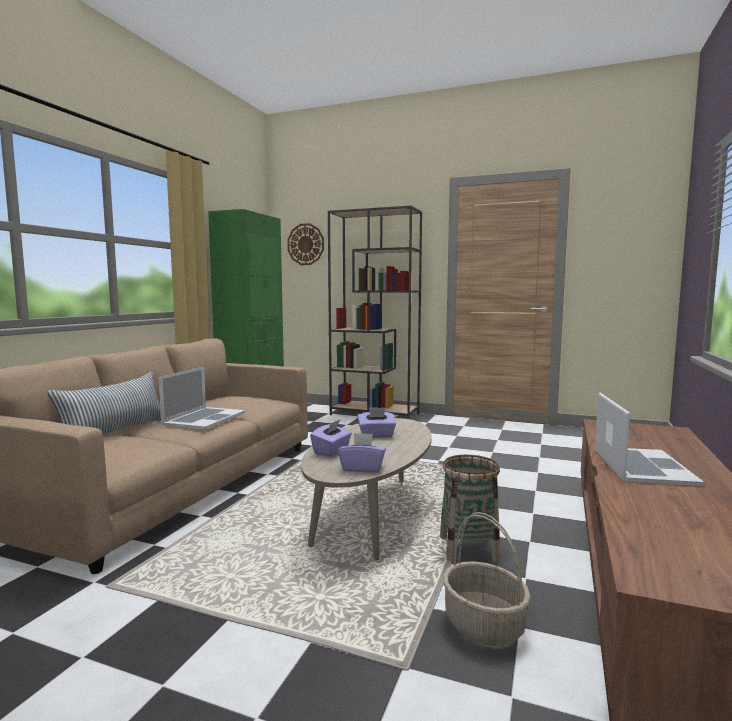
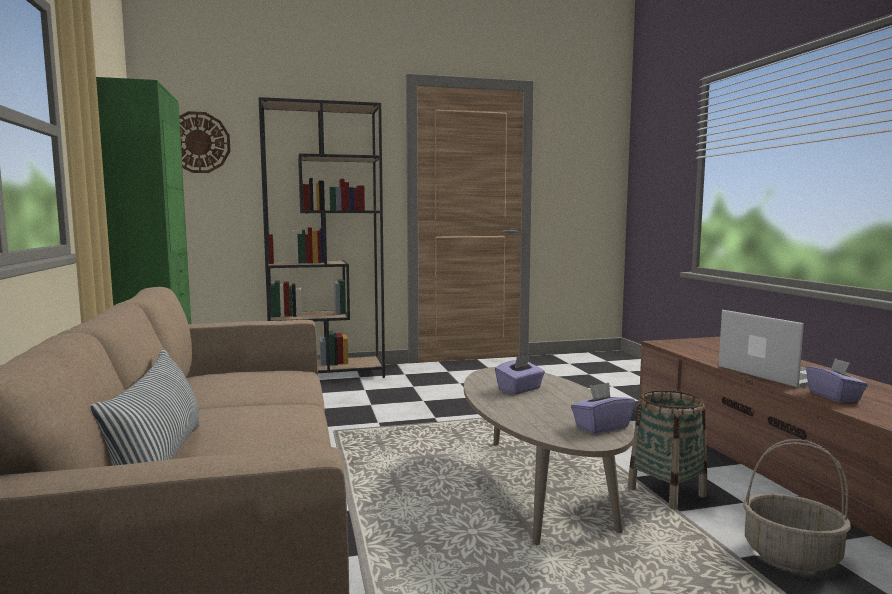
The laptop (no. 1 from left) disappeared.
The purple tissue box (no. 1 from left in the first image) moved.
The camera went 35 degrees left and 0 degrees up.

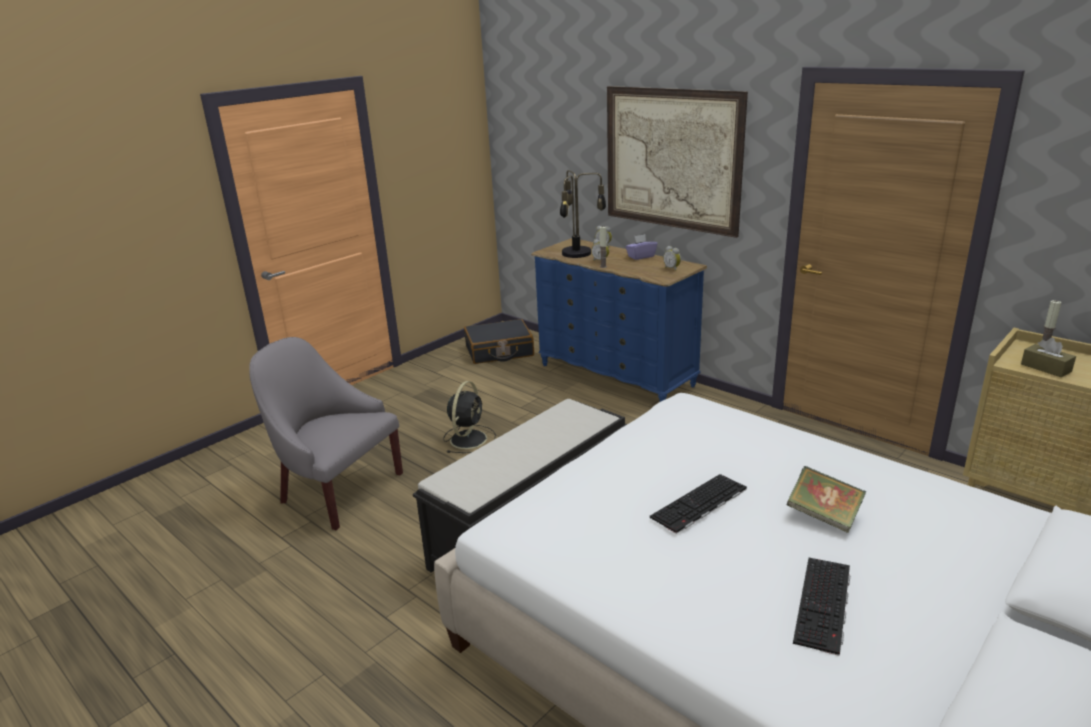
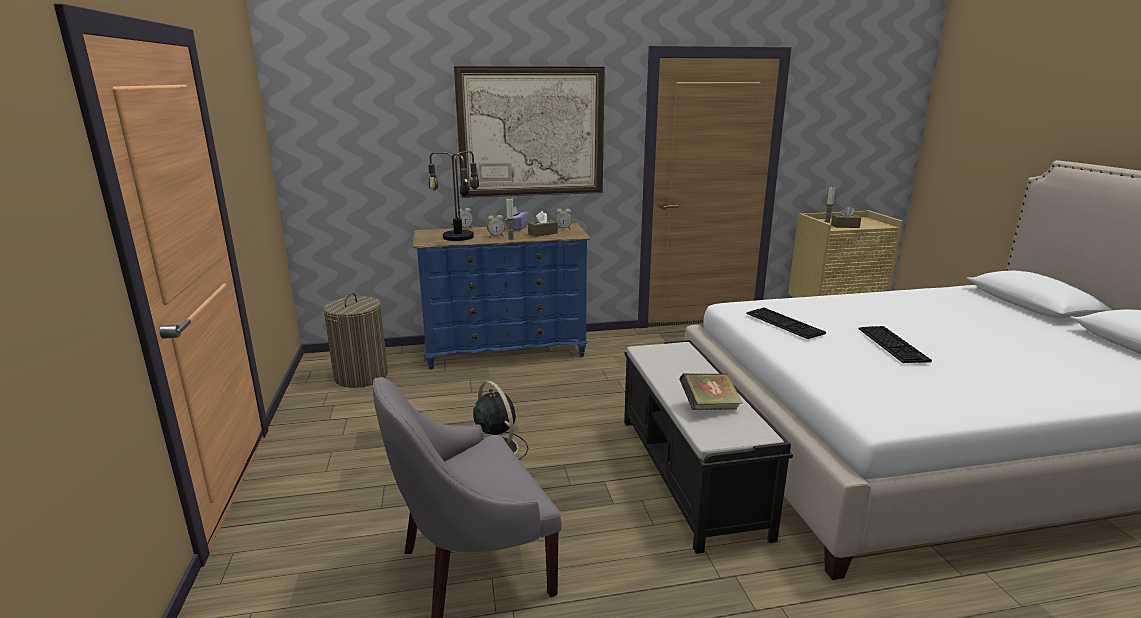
The black suitcase was replaced by the laundry basket.
The book moved.
The keyboard (no. 2 from left in the first image) moved.
The brown tissue box (no. 1 from left) appeared.
The camera went 55 degrees left and 5 degrees down.

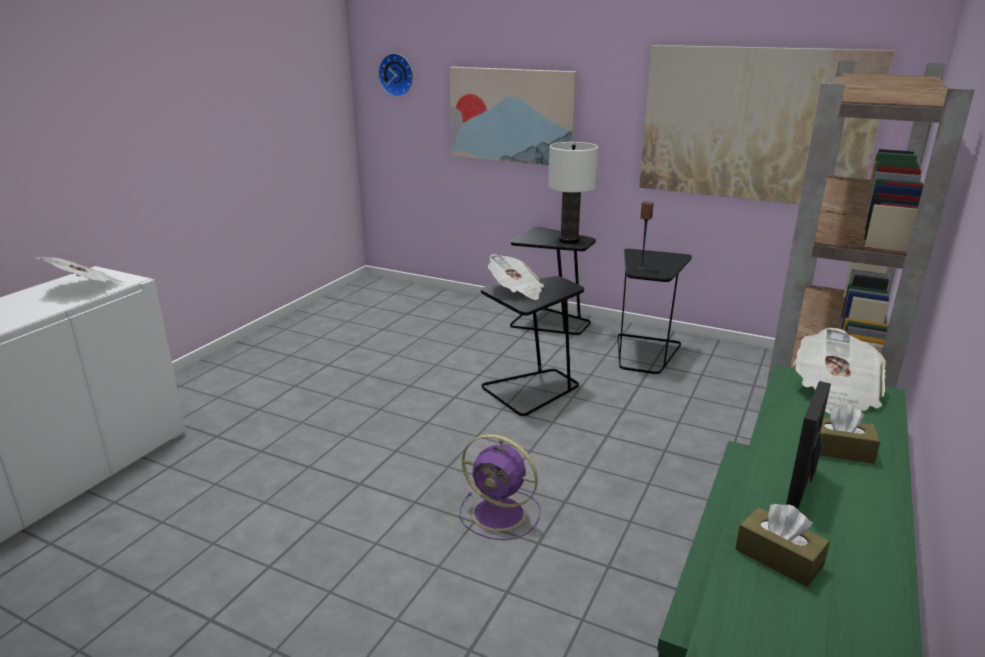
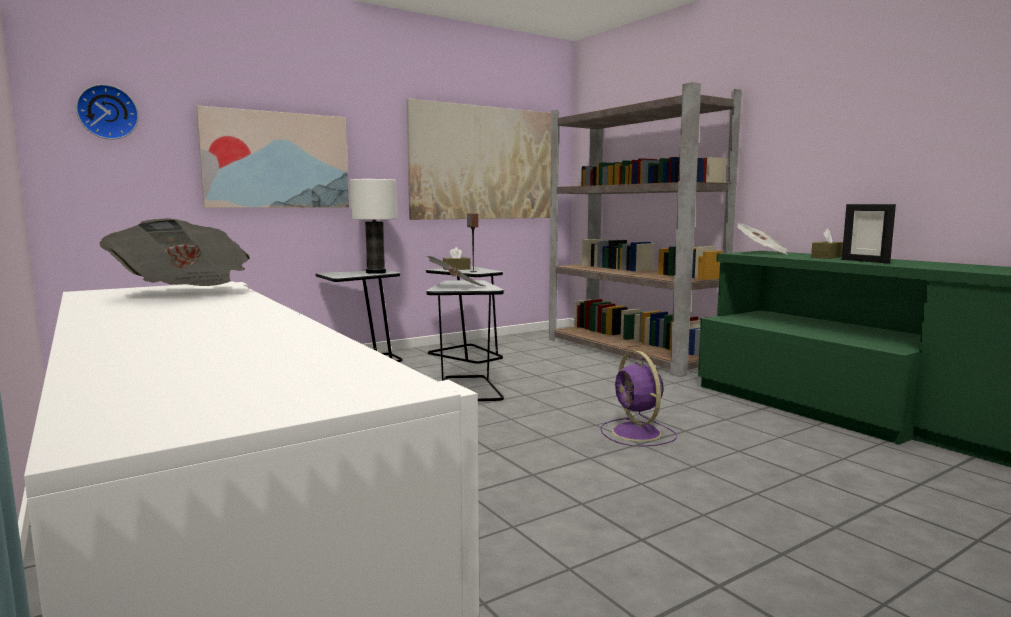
The purple fan turned 105 degrees clockwise.
The brown tissue box (no. 1 from left) moved.
The camera went 60 degrees left and 15 degrees down.

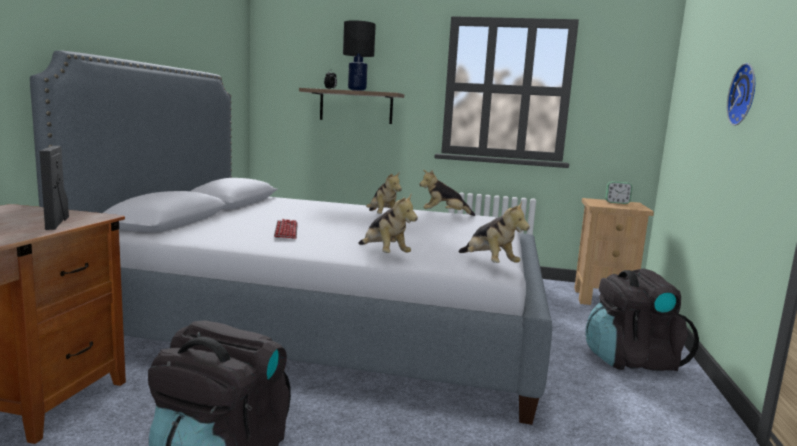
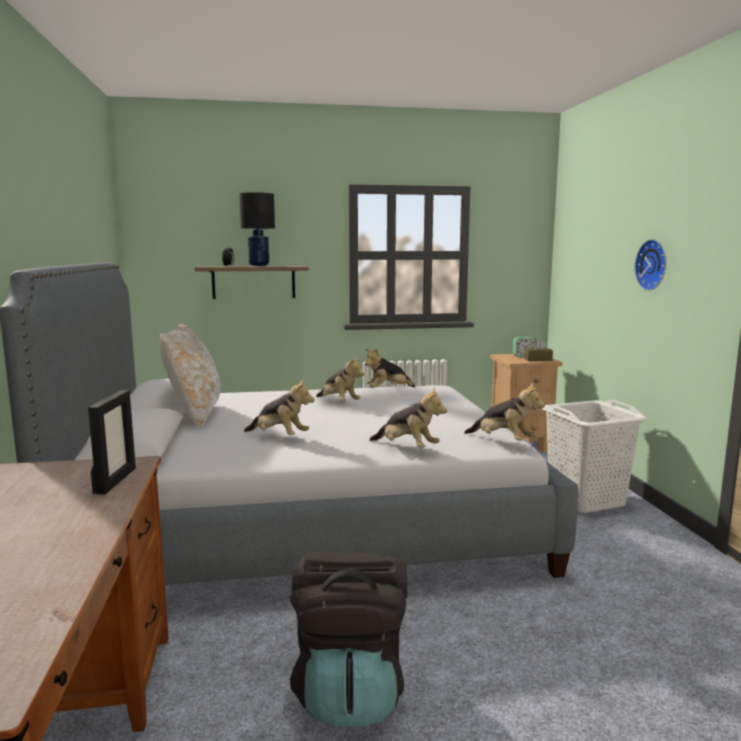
The picture frame turned 135 degrees counterclockwise.
The keyboard was replaced by the plush toy (no. 1 from left).
The black backpack (no. 2 from left) was replaced by the white laundry basket.
The white pillow appeared.
The brown tissue box appeared.
The camera went 20 degrees left and 0 degrees up.

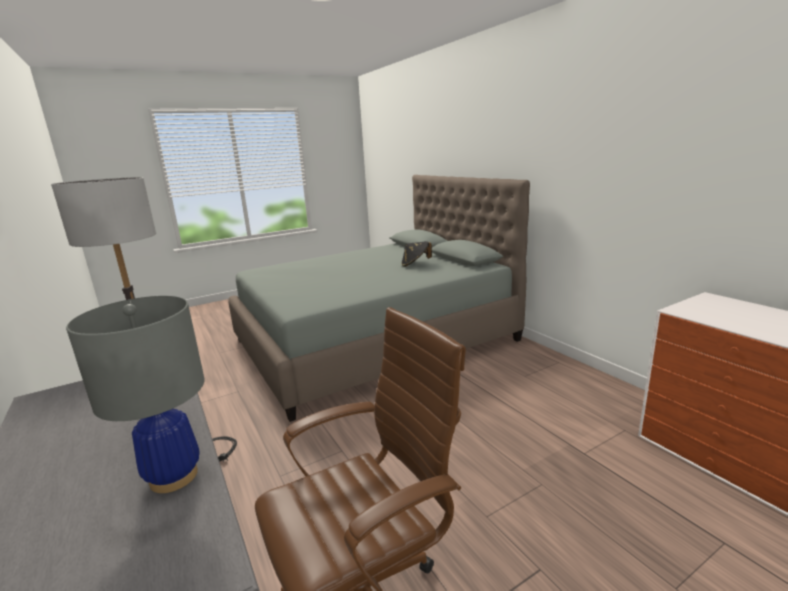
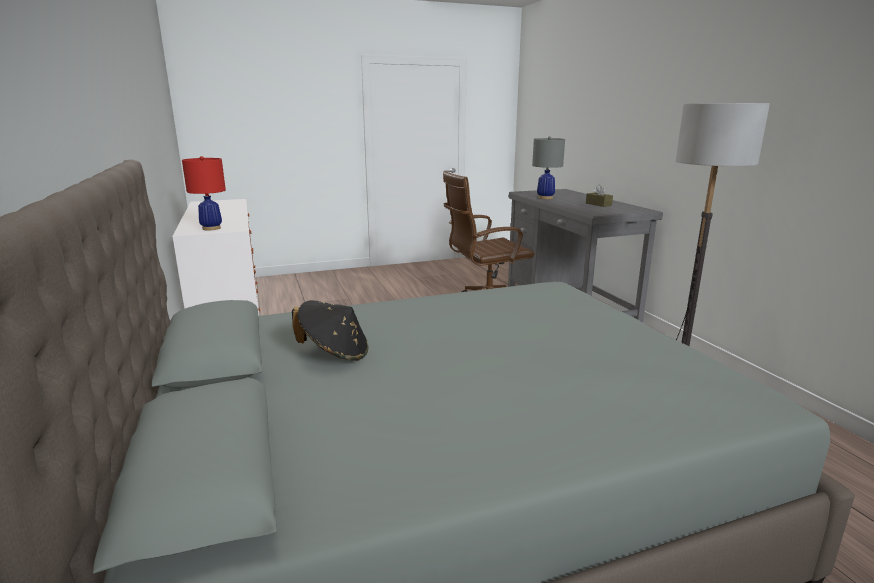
The red table lamp appeared.
The brown tissue box appeared.
The camera went 170 degrees left and 0 degrees up.

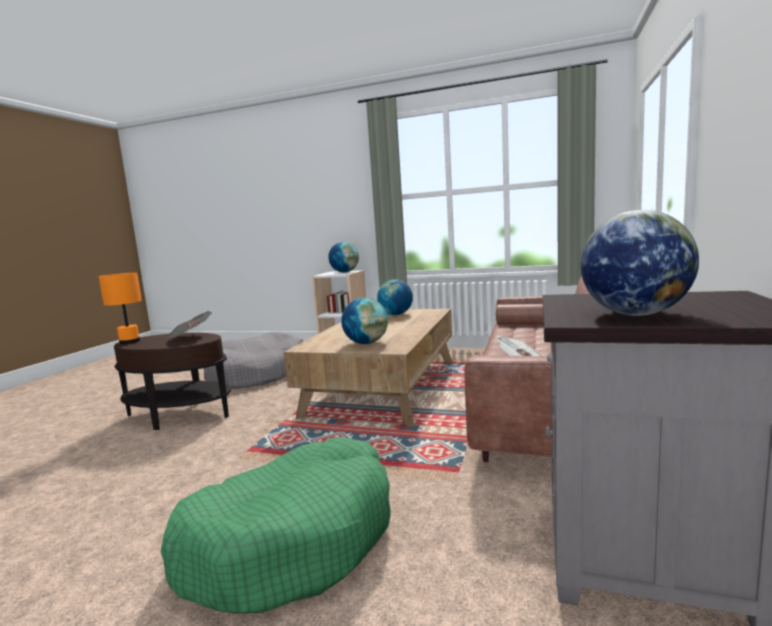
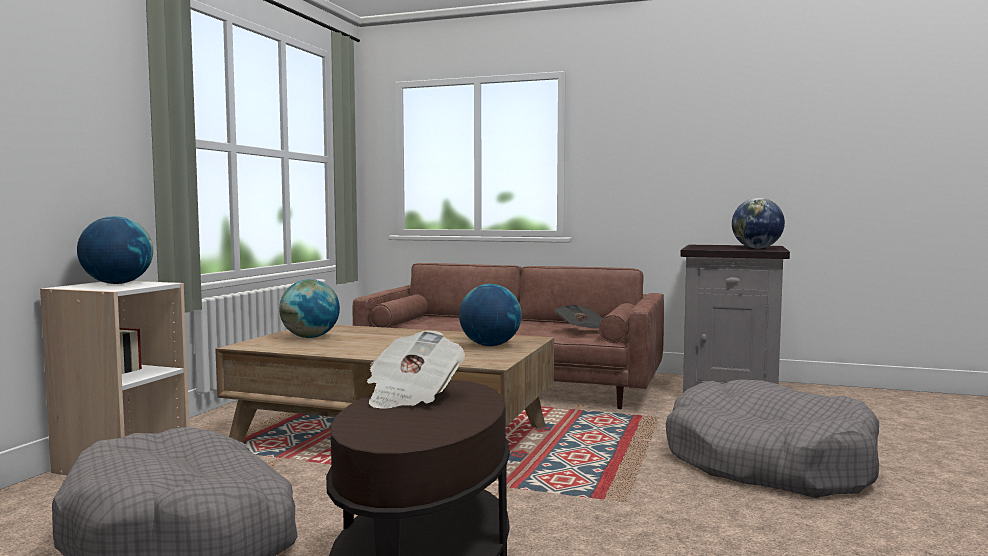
The orange table lamp disappeared.
The green dog bed became the grey dog bed (no. 2 from left).
The camera went 90 degrees left and 5 degrees down.

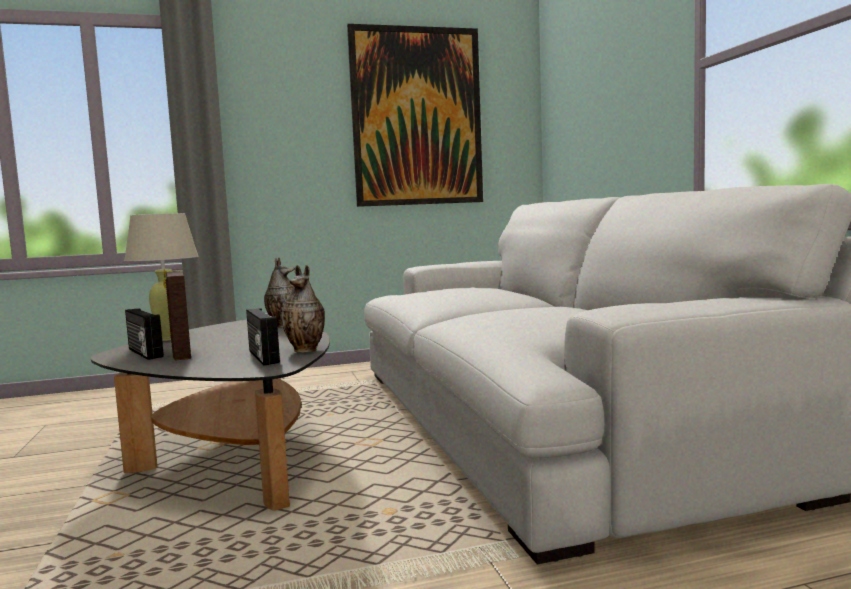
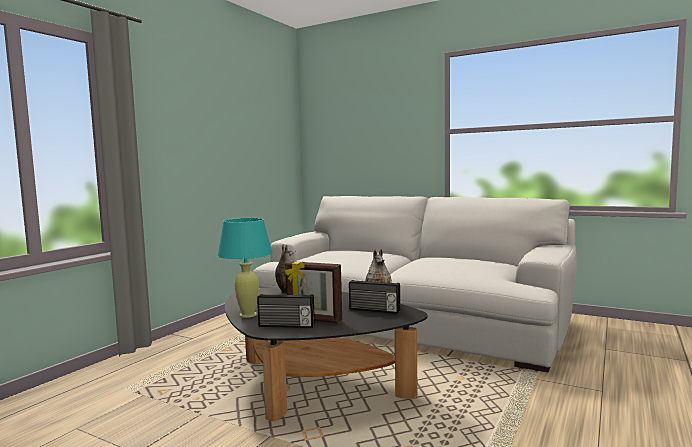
The beige table lamp became the turquoise table lamp.
The picture disappeared.
The camera went 45 degrees left and 0 degrees up.

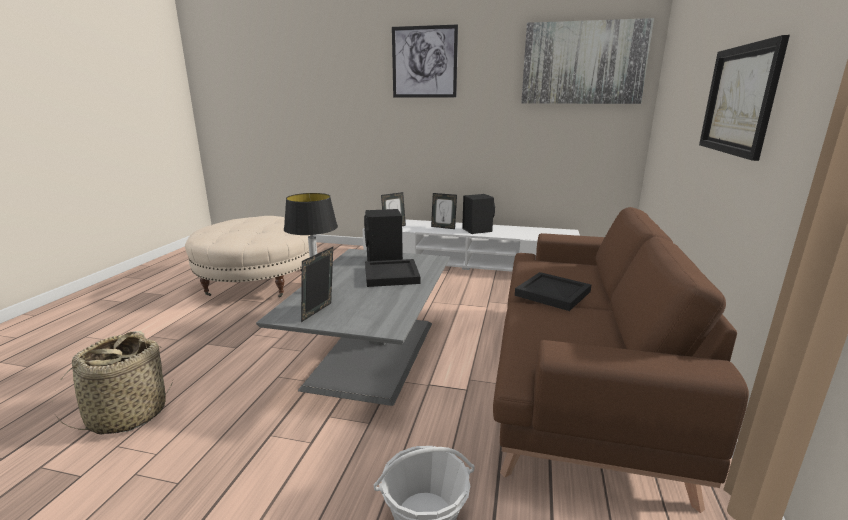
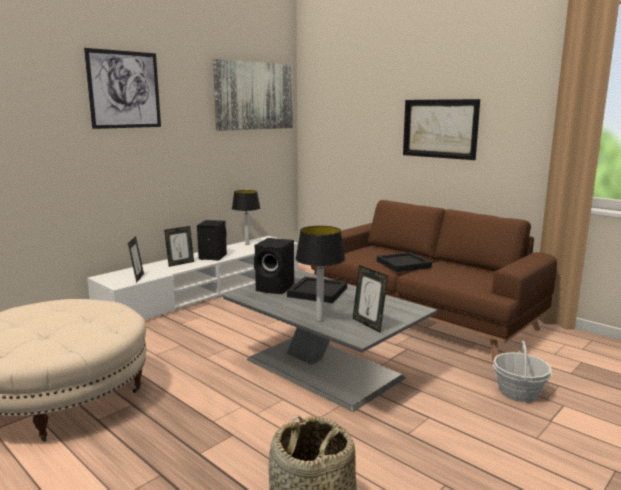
The table lamp (no. 1 from left) appeared.
The camera went 60 degrees left and 5 degrees down.

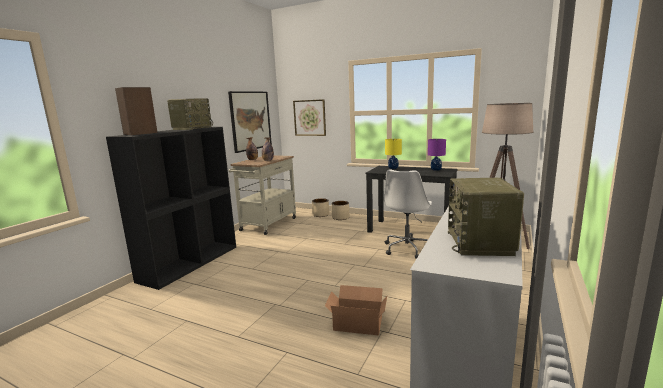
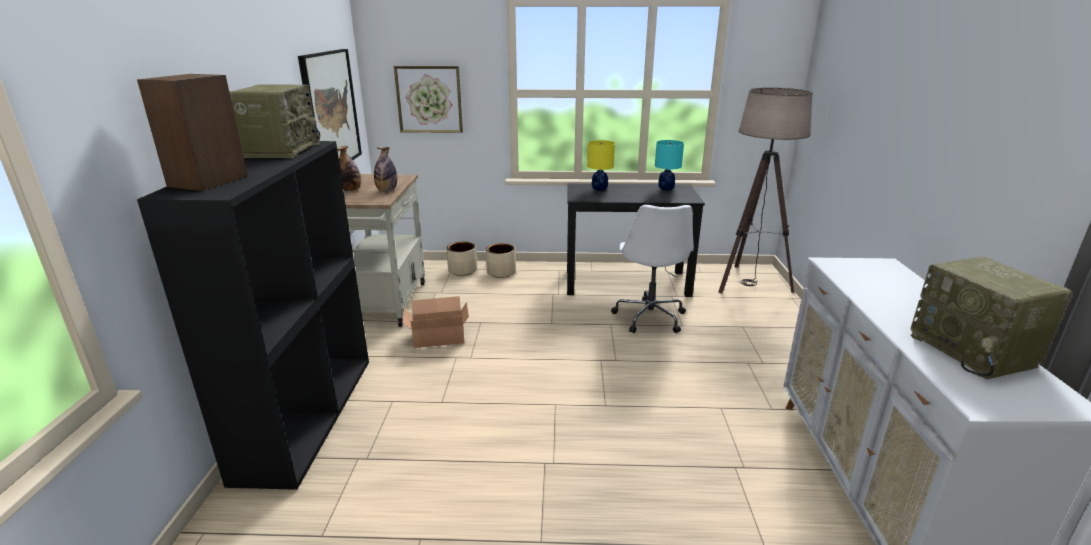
The cardboard box moved.
The purple table lamp became the turquoise table lamp.
The camera went 25 degrees left and 10 degrees up.

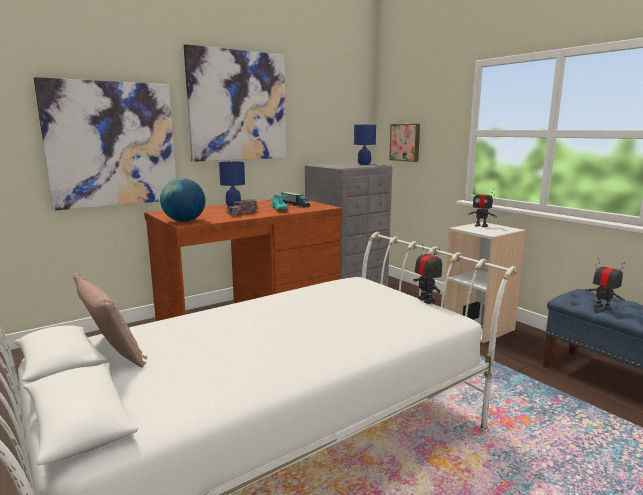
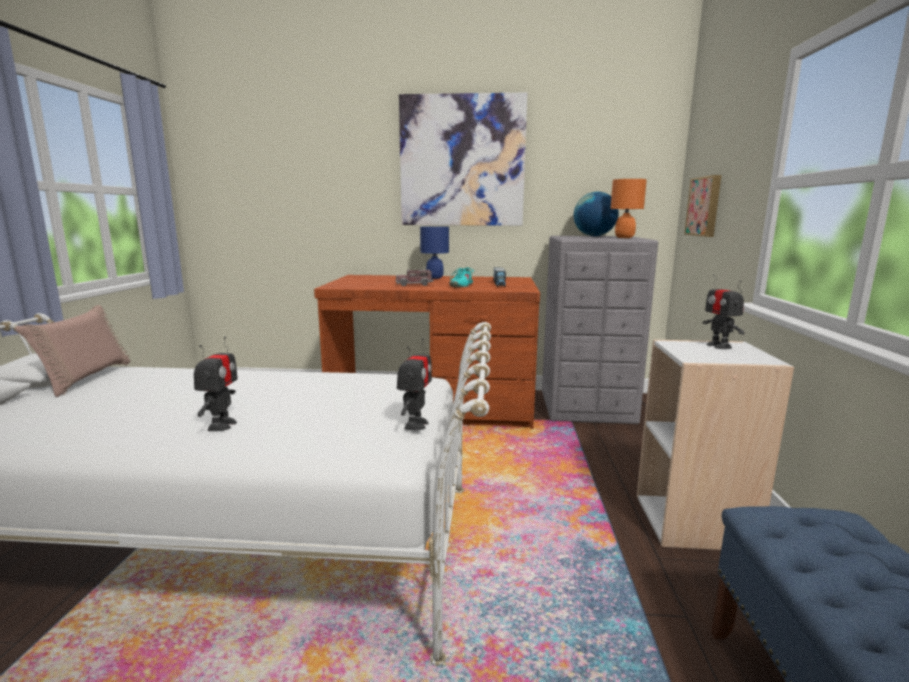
The picture (no. 1 from left) disappeared.
The globe moved.
The blue table lamp (no. 2 from left) became the orange table lamp.
The toy robot (no. 3 from left in the first image) moved.
The camera went 40 degrees right and 0 degrees up.

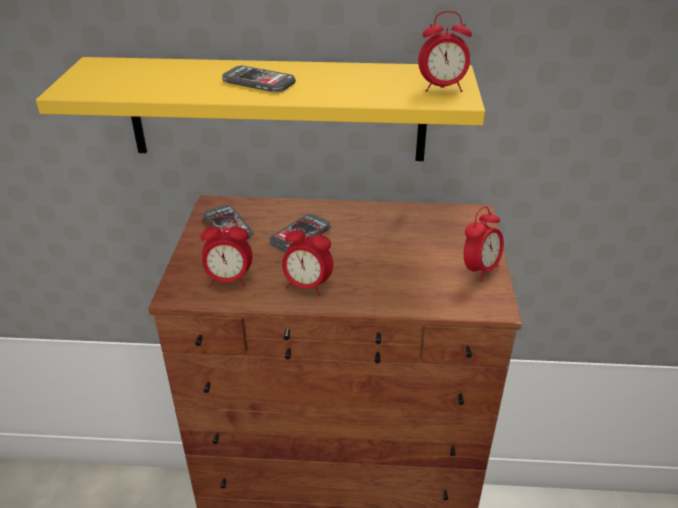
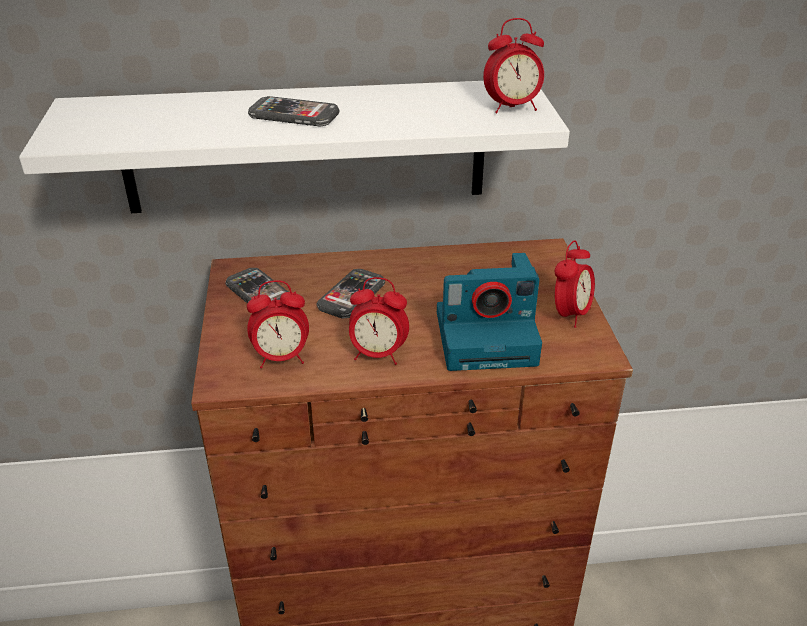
The yellow shelf became the white shelf.
The photo camera appeared.
The camera went 10 degrees left and 0 degrees up.

